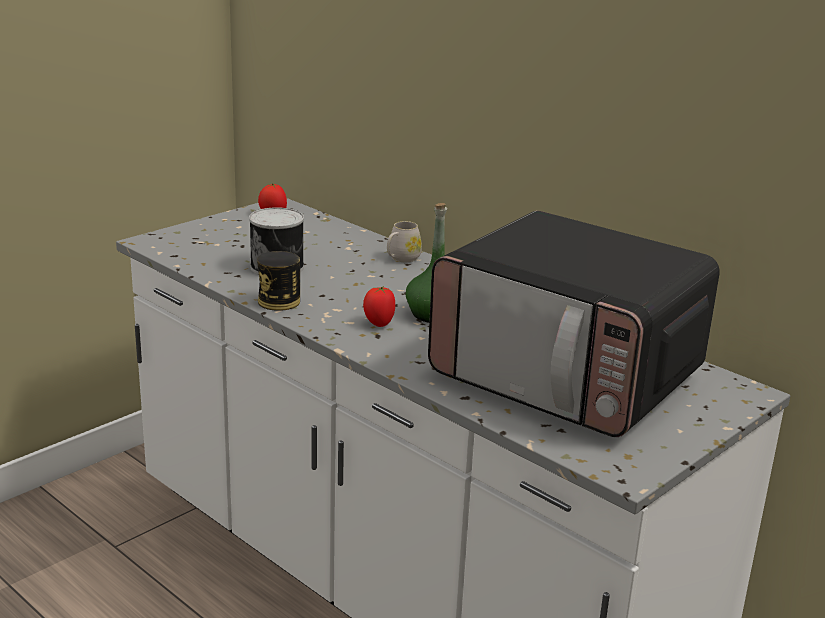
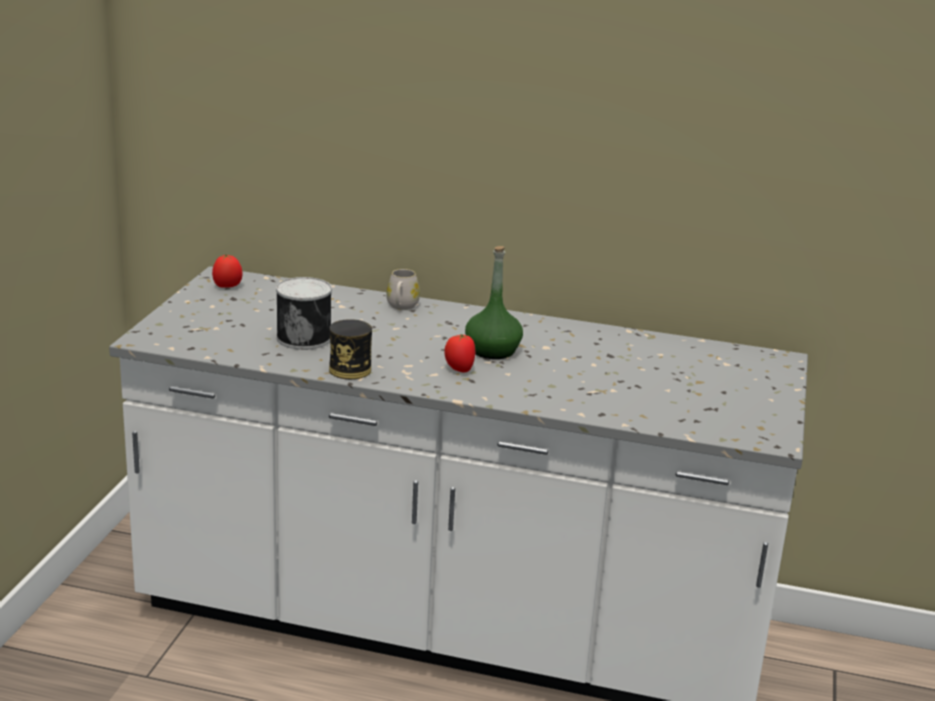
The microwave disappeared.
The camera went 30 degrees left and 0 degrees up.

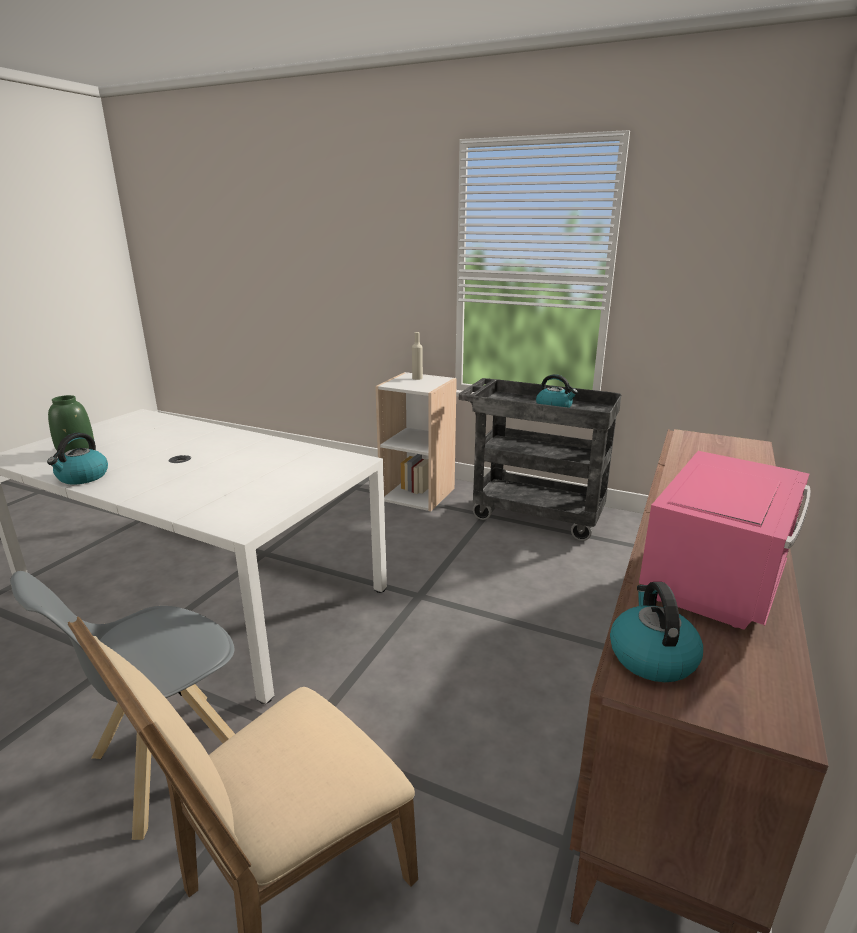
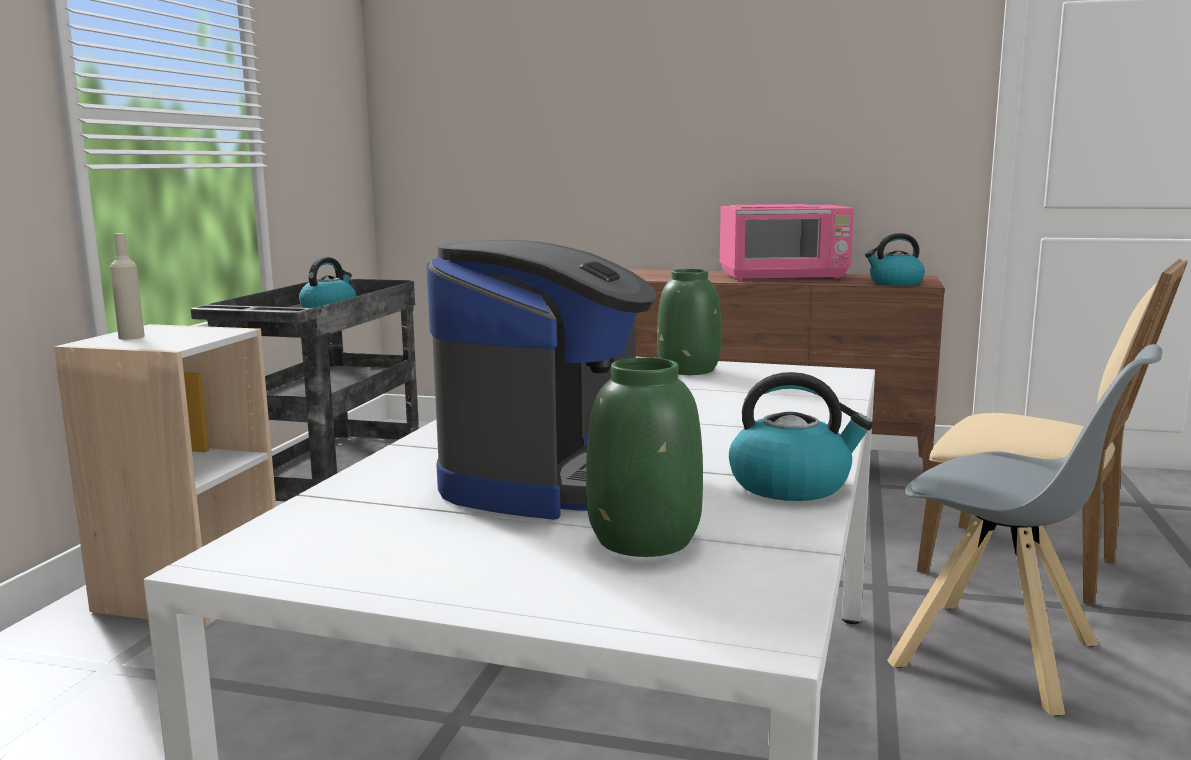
The pink microwave turned 150 degrees clockwise.
The coffee machine appeared.
The green vase (no. 2 from left) appeared.
The camera went 100 degrees left and 10 degrees down.

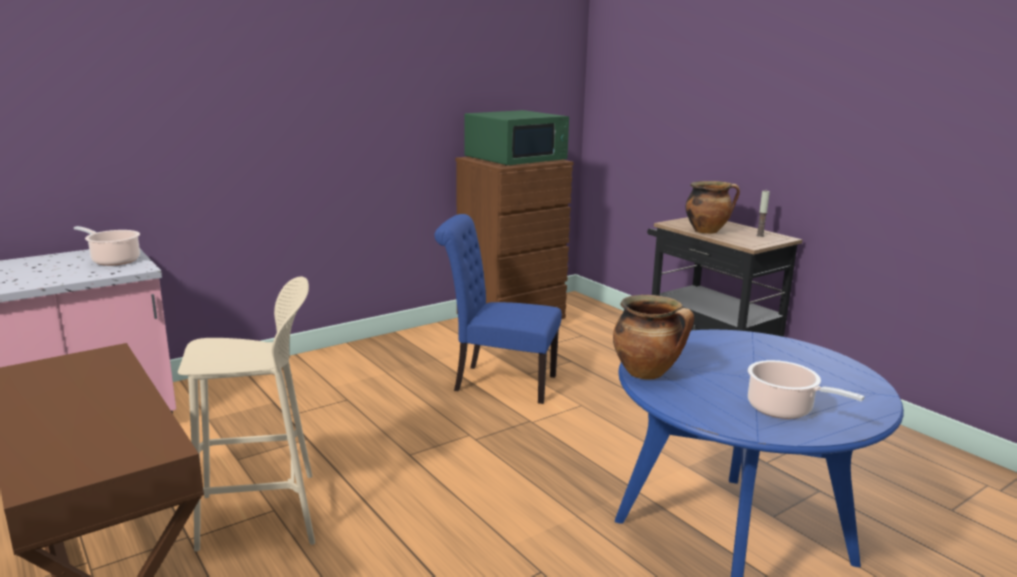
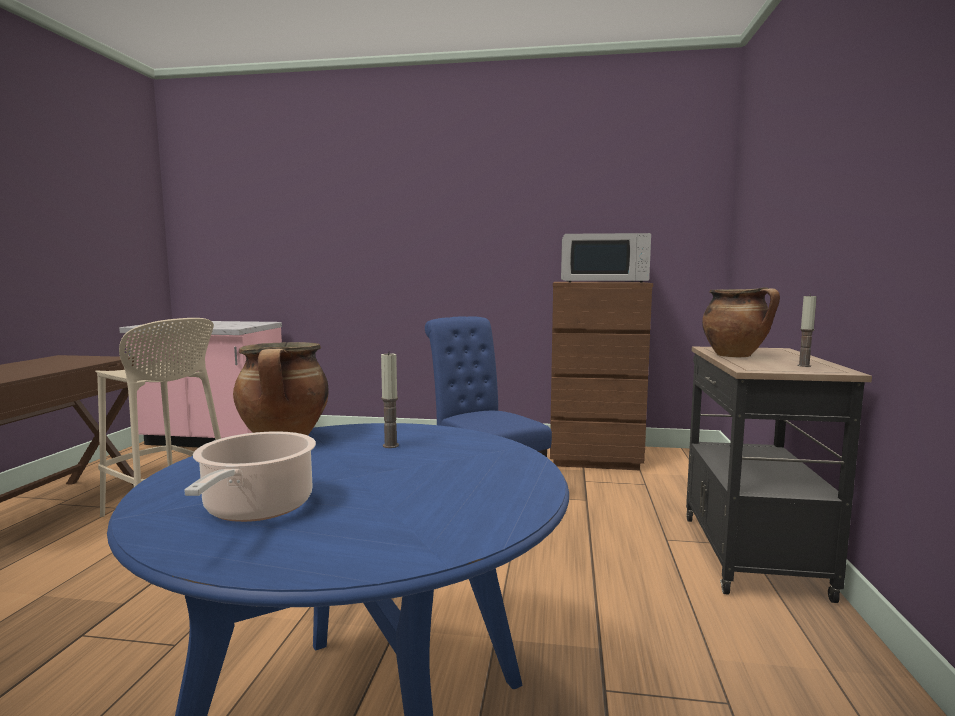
The cooking pot (no. 1 from left) disappeared.
The green microwave became the white microwave.
The candle (no. 1 from left) appeared.
The camera went 45 degrees right and 10 degrees down.

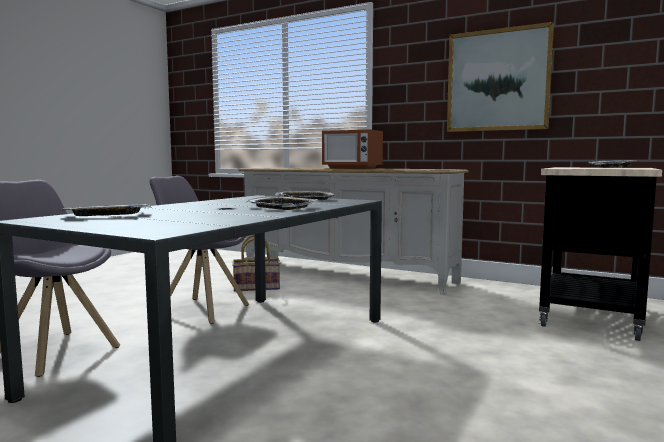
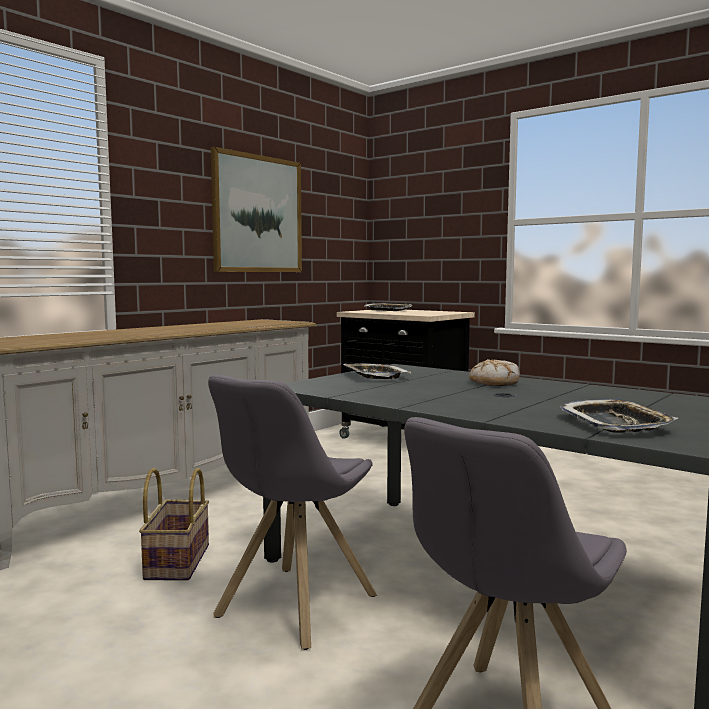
The tray (no. 2 from left) was replaced by the bread.
The microwave disappeared.
The camera went 80 degrees left and 0 degrees up.

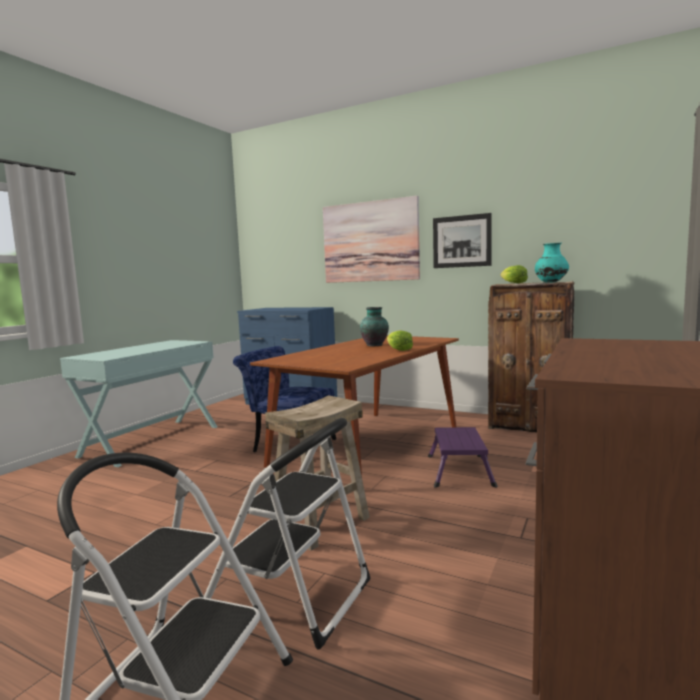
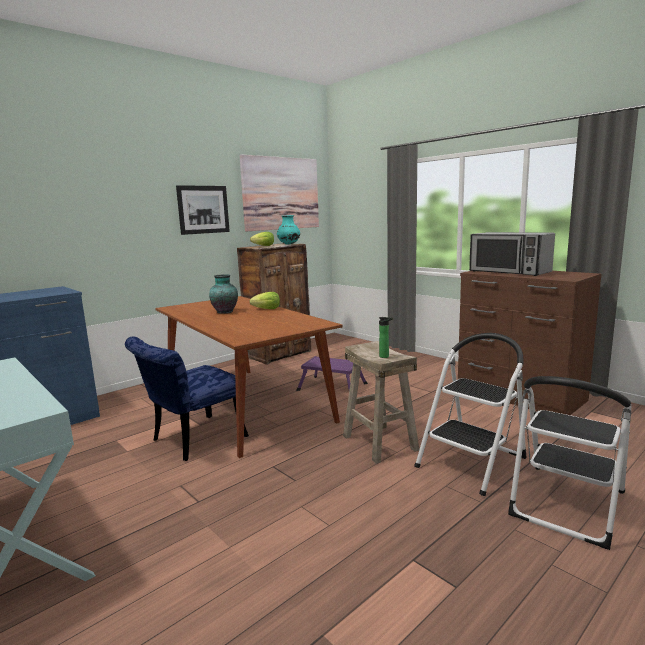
The picture (no. 1 from left in the first image) moved.
The bottle appeared.
The microwave appeared.
The camera went 70 degrees left and 5 degrees up.

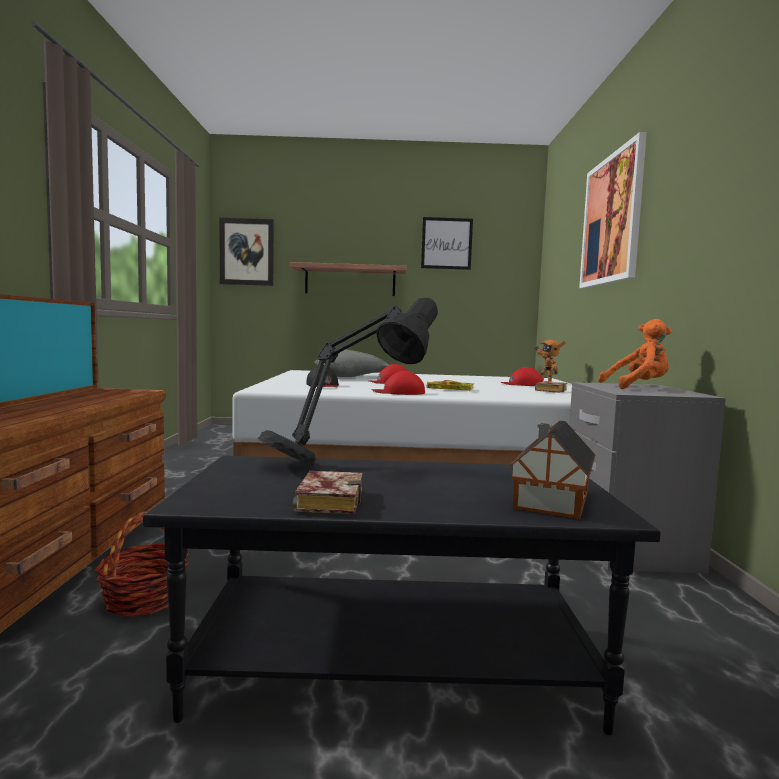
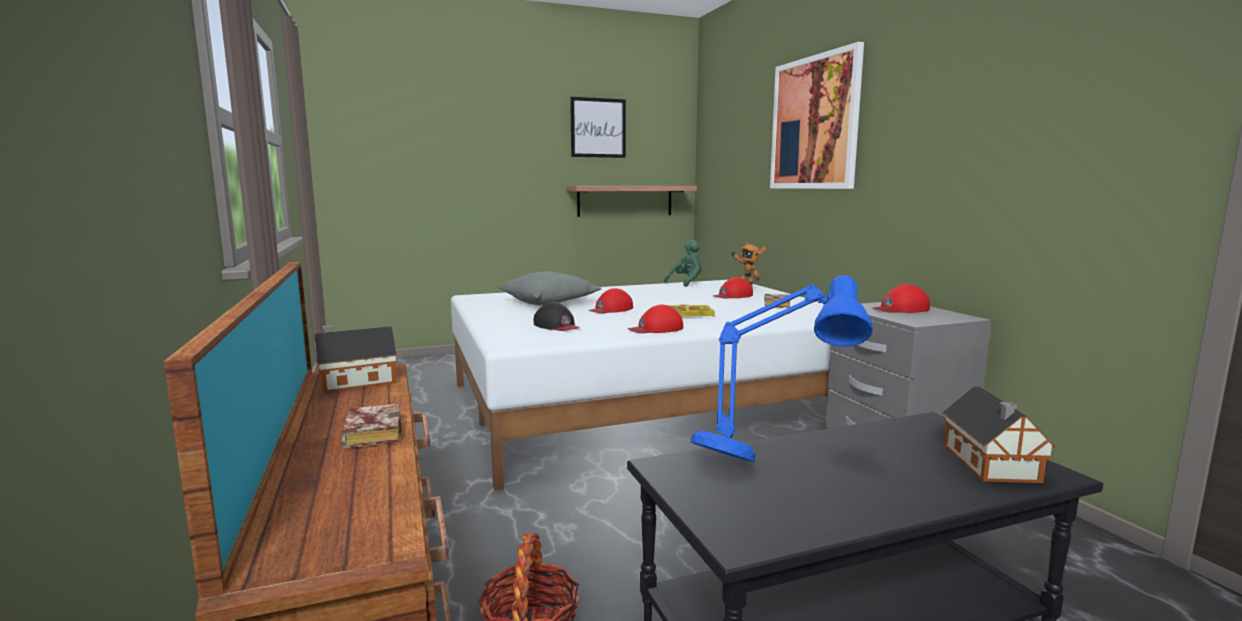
The picture (no. 1 from left) disappeared.
The black table lamp became the blue table lamp.
The shelf moved.
The book (no. 1 from left) moved.
The orange plush toy was replaced by the red cap (no. 4 from left).
The toy house (no. 1 from left) appeared.
The green plush toy appeared.
The camera went 20 degrees left and 5 degrees up.

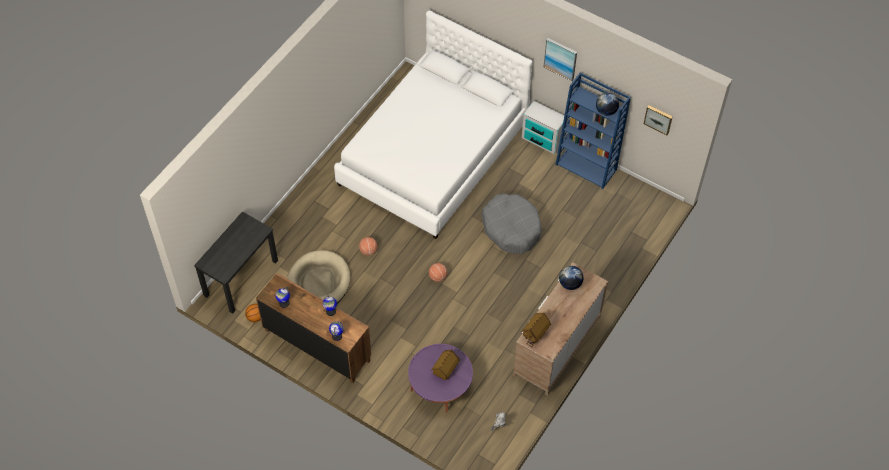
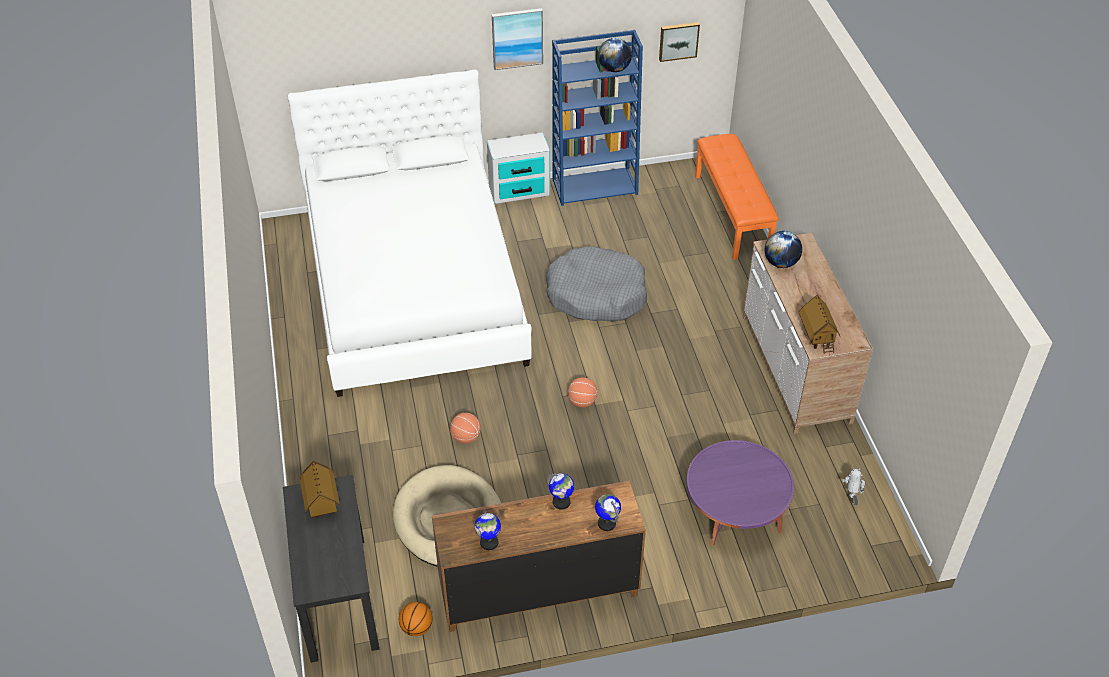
The toy house (no. 1 from left) moved.
The orange bench appeared.
The camera went 45 degrees left and 10 degrees down.

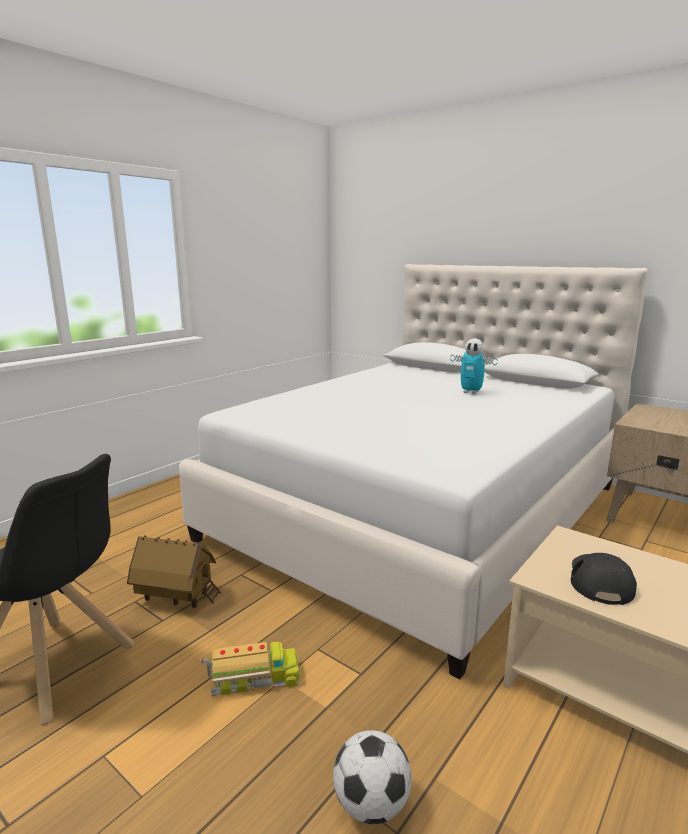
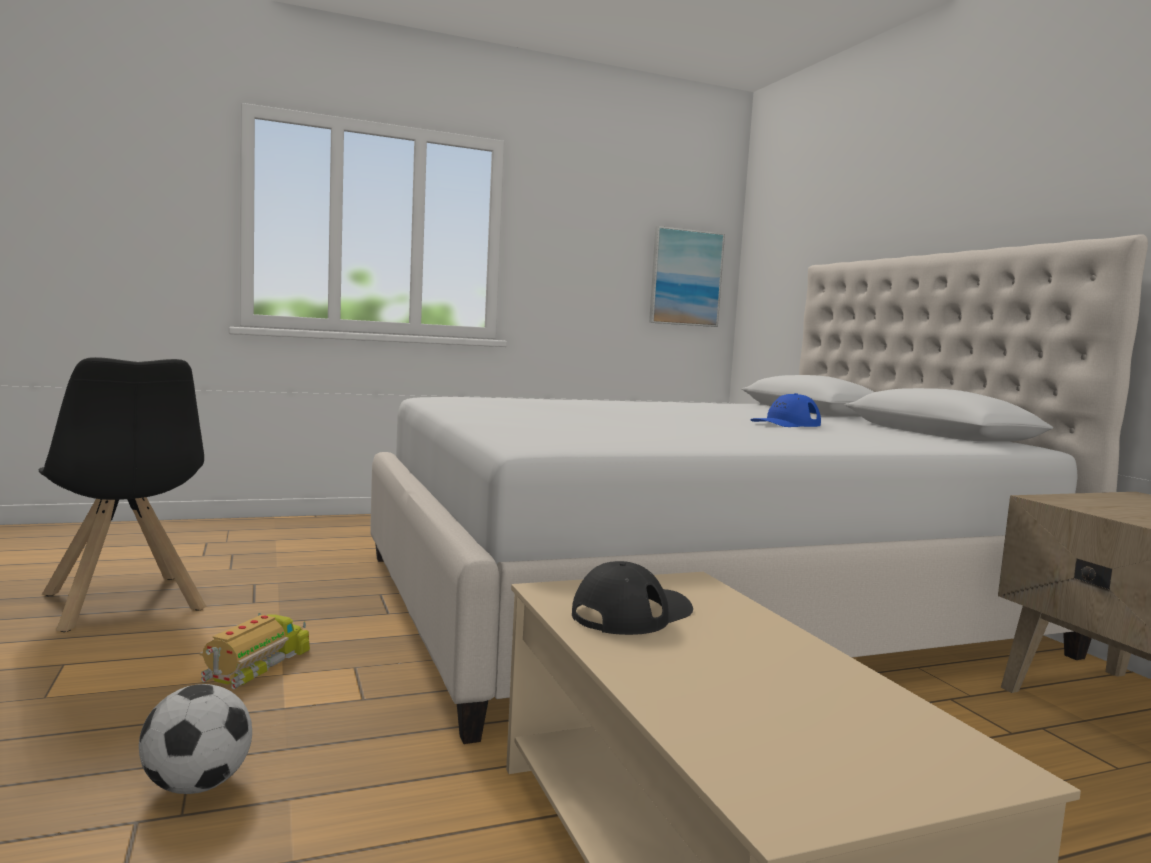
The toy house disappeared.
The toy truck turned 90 degrees counterclockwise.
The toy robot was replaced by the blue cap.
The picture appeared.
The camera went 30 degrees right and 10 degrees down.

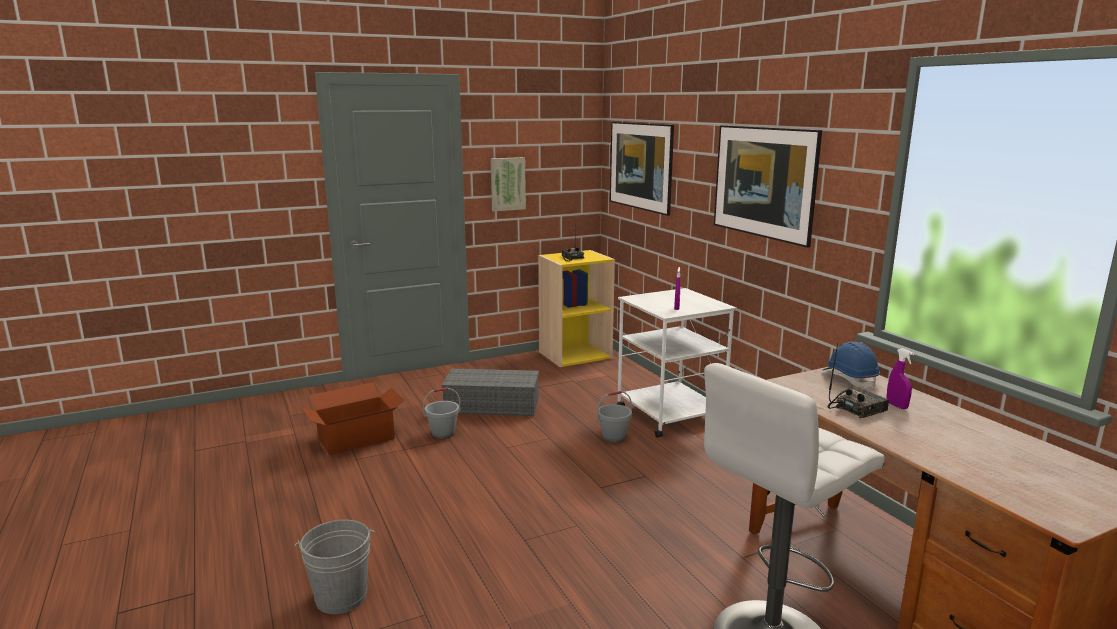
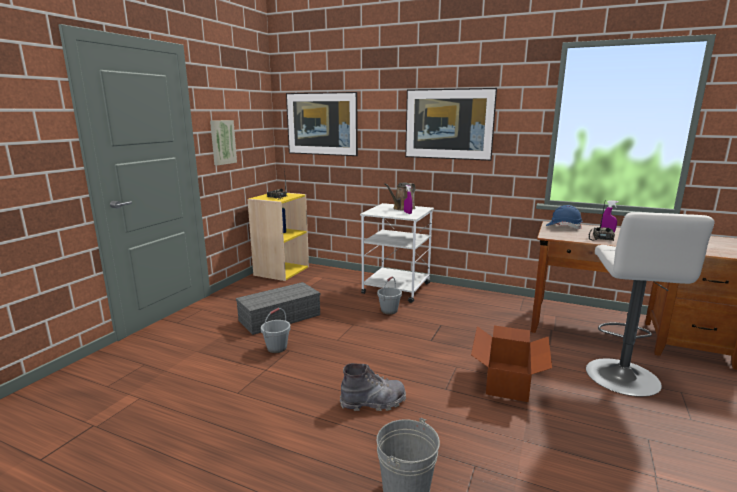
The cardboard box moved.
The grey boot appeared.
The brown watering can appeared.
The camera went 40 degrees left and 0 degrees up.

